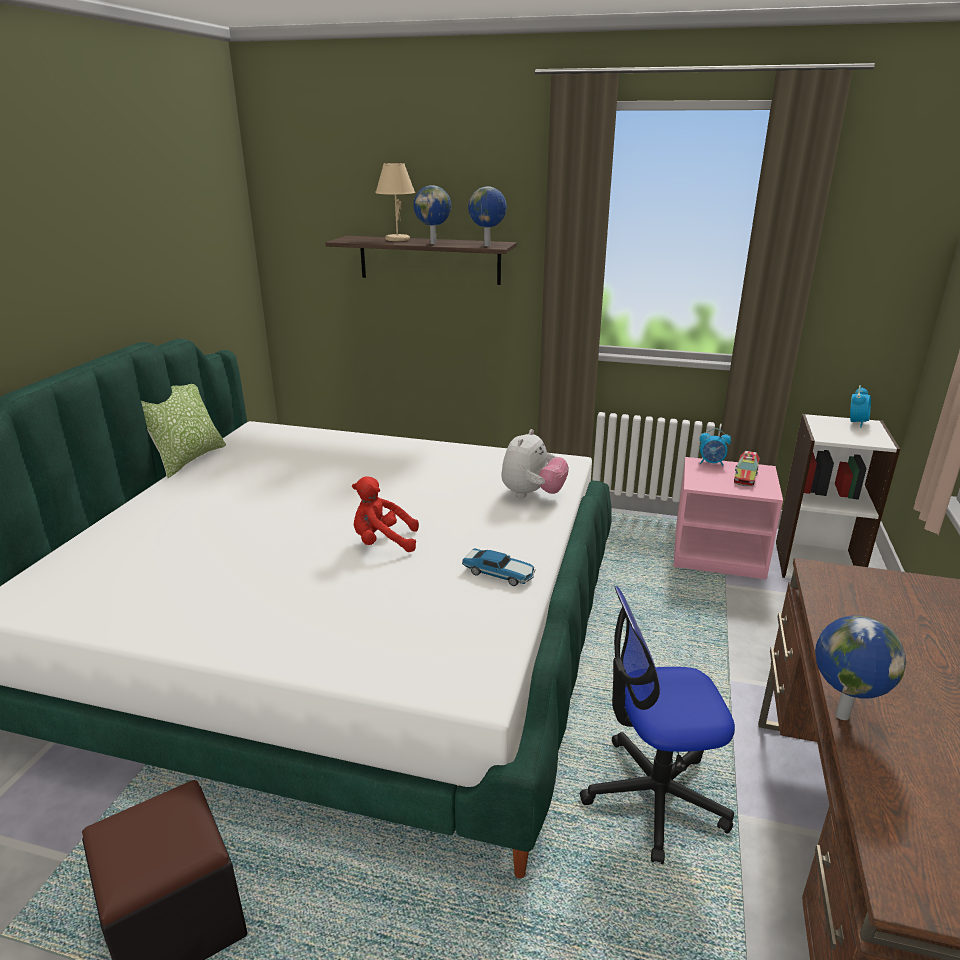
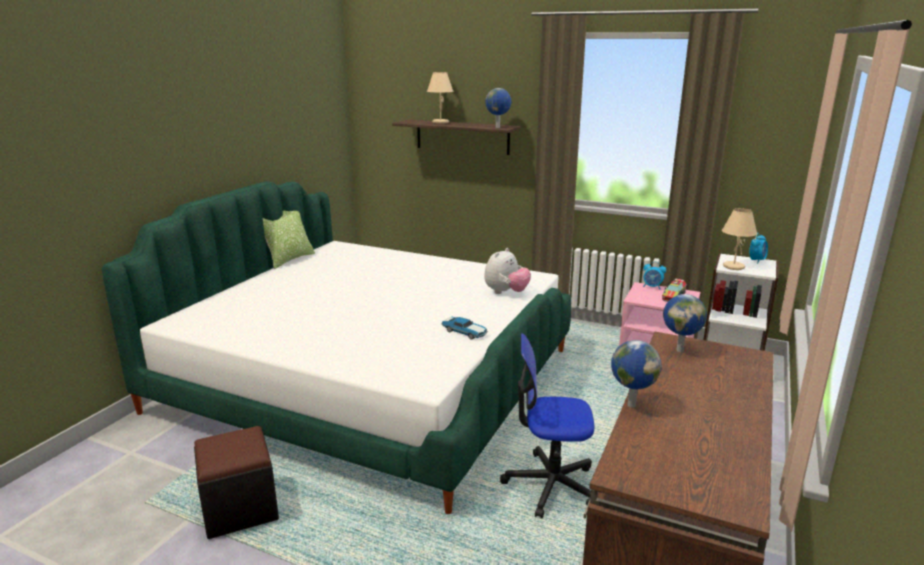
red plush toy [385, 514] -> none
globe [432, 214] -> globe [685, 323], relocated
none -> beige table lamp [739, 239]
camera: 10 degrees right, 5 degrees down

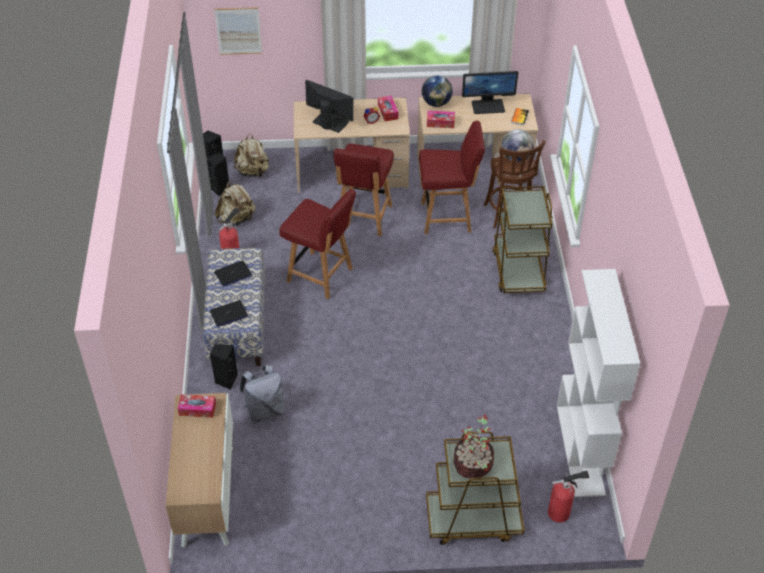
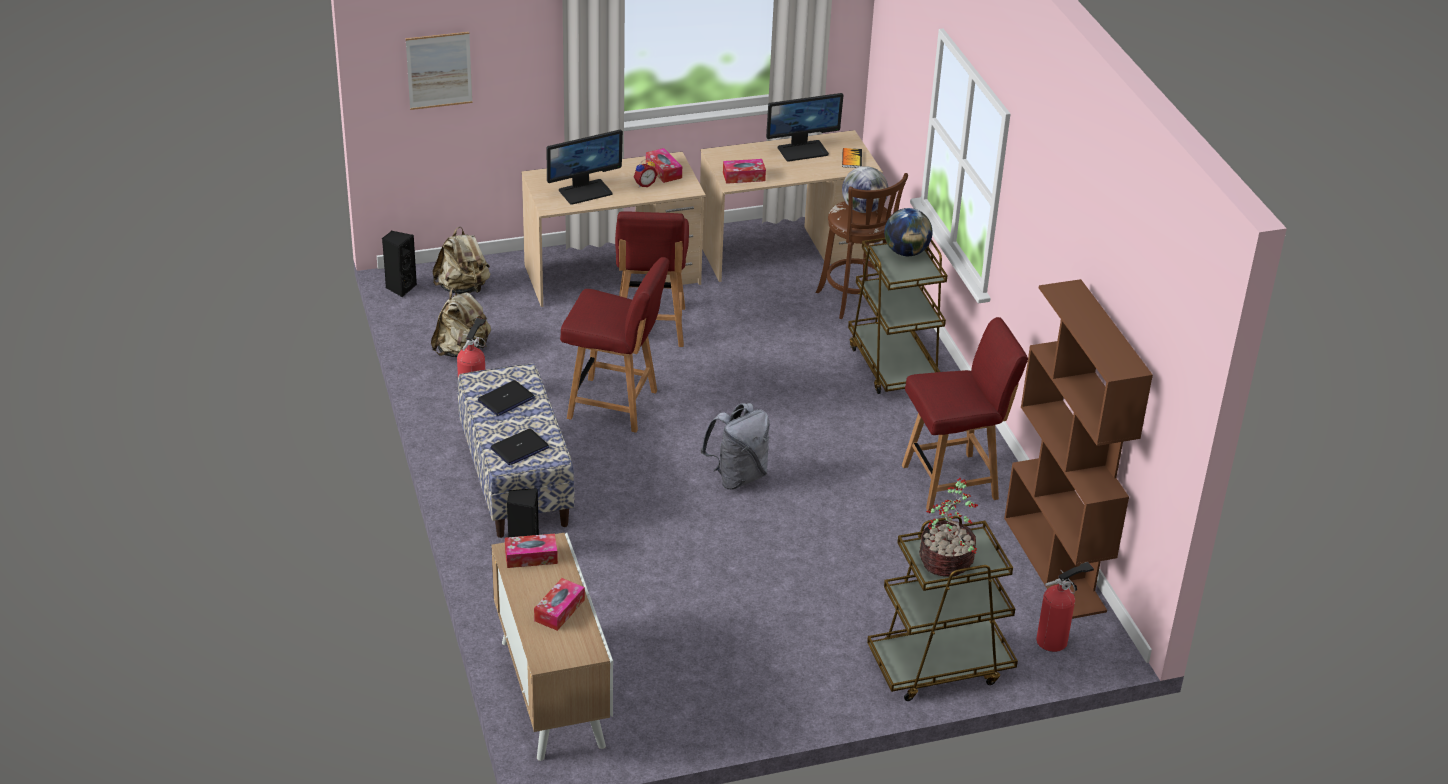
black speaker [218, 174] -> none
grey backpack [261, 394] -> grey backpack [734, 446], relocated
monitor [329, 106] -> monitor [585, 167], 135 degrees clockwise
red chair [452, 177] -> red chair [965, 414], relocated
globe [437, 91] -> globe [908, 232], relocated
white bookcase [598, 383] -> brown bookcase [1078, 449]
none -> tissue box [559, 604]
camera: 15 degrees left, 10 degrees down

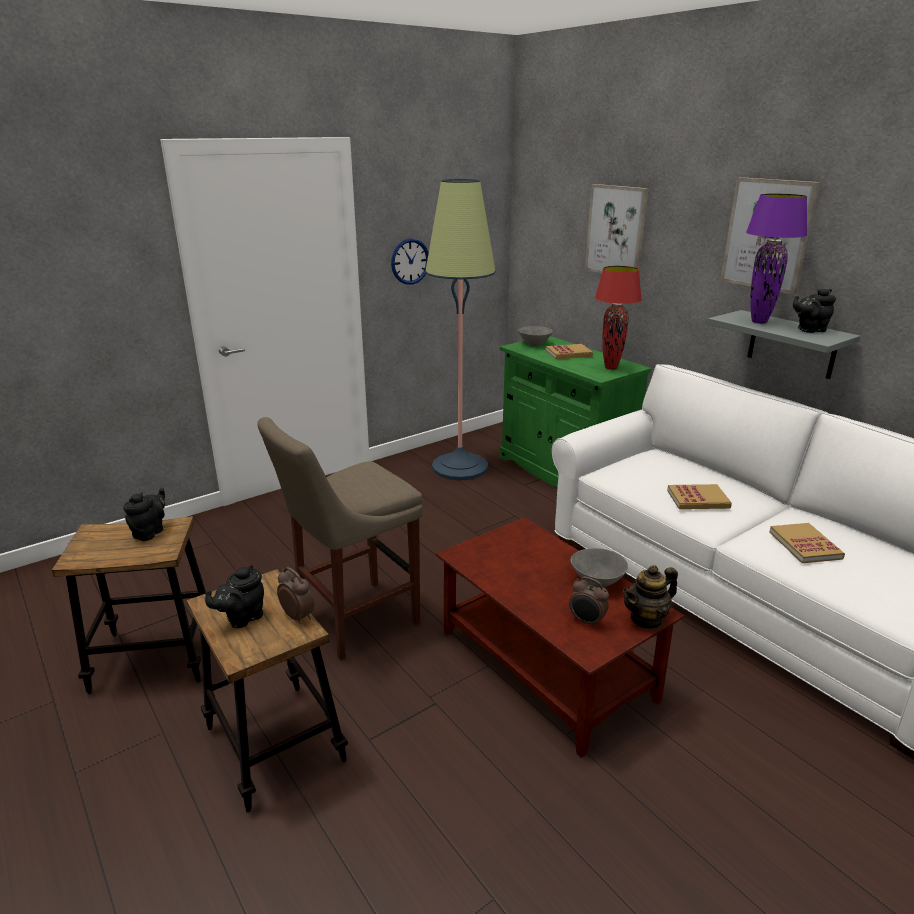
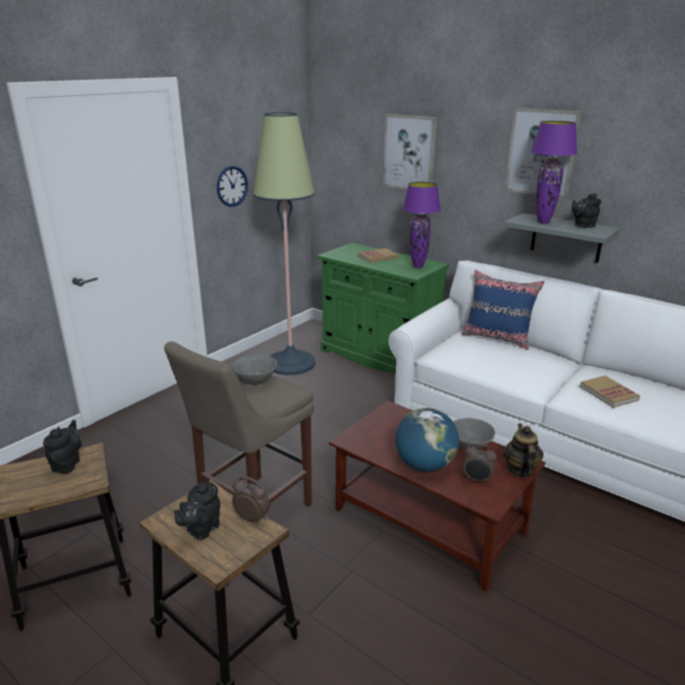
grey bowl [535, 336] -> grey bowl [254, 369], relocated
red table lamp [618, 318] -> purple table lamp [421, 225]
teapot [650, 597] -> teapot [523, 451], 135 degrees clockwise
book [699, 496] -> none
none -> globe [427, 440]
none -> blue pillow [503, 310]
camera: 15 degrees left, 0 degrees up

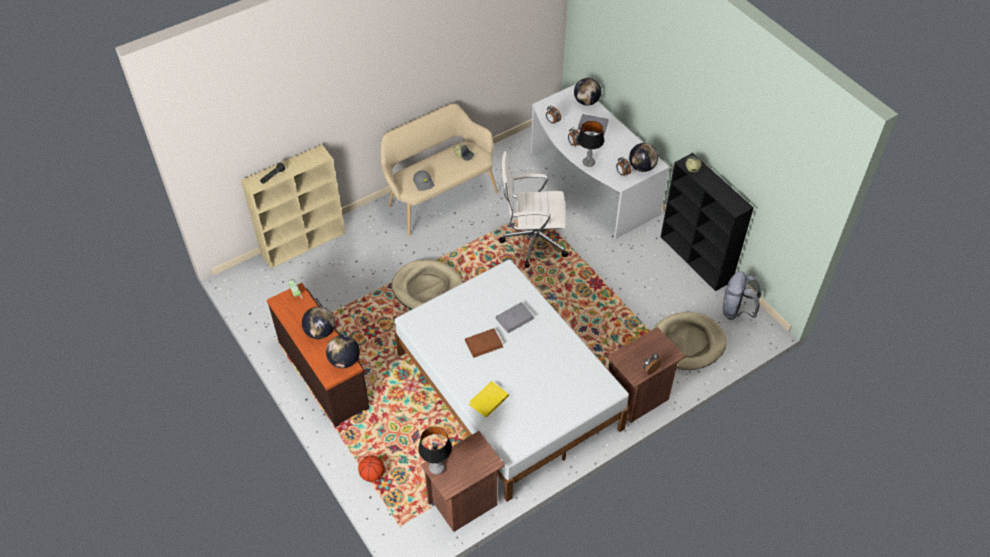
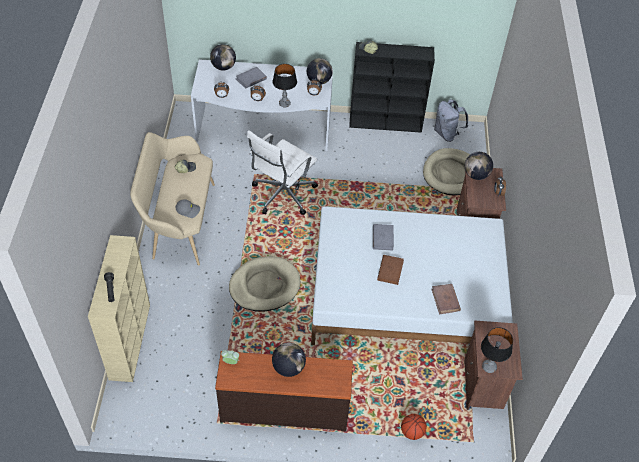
globe [343, 351] -> globe [479, 166], relocated
yellow book [489, 399] -> brown book [446, 299]
camera: 55 degrees left, 0 degrees up

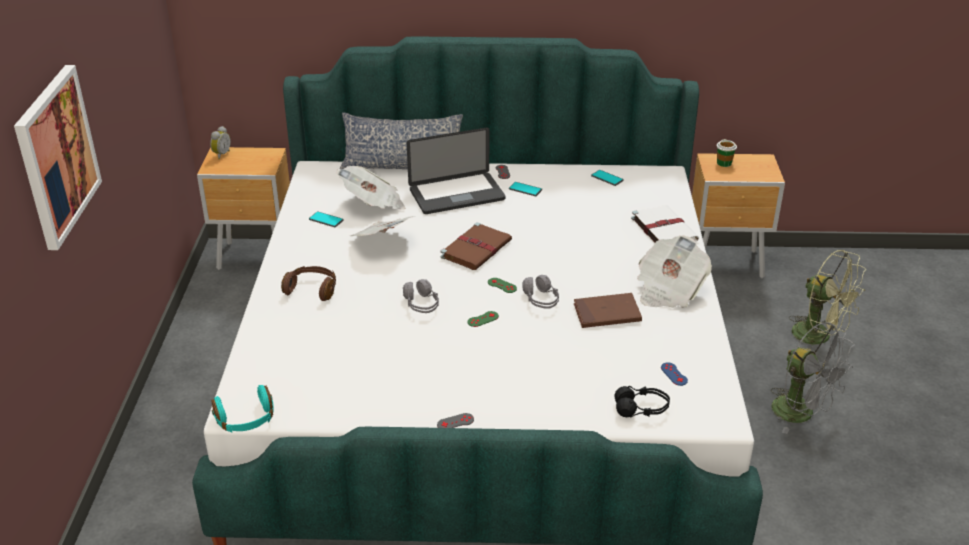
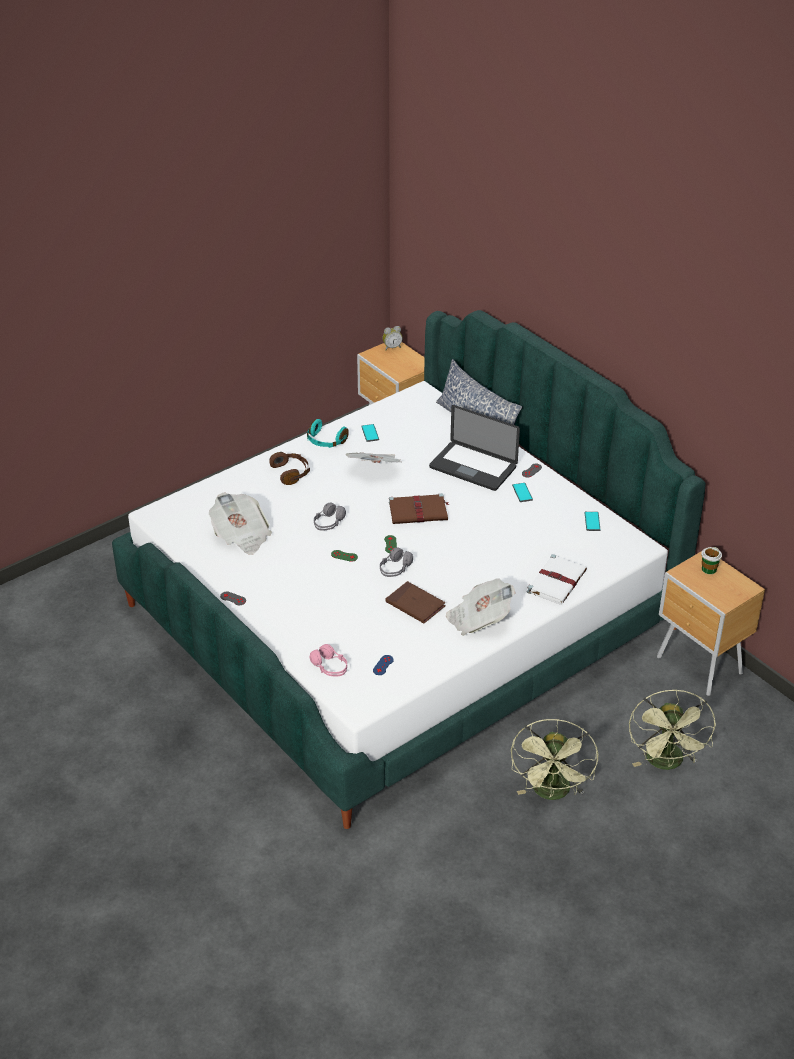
picture [58, 157] -> none
turquoise headphones [242, 408] -> turquoise headphones [328, 433], relocated
newspaper [371, 188] -> newspaper [240, 523], relocated
black headphones [642, 402] -> pink headphones [328, 660]
grey fan [813, 378] -> green fan [554, 759]
camera: 50 degrees right, 5 degrees up

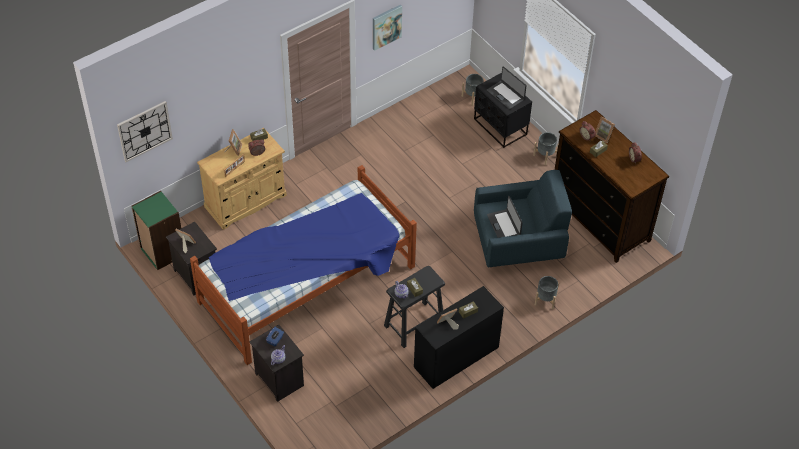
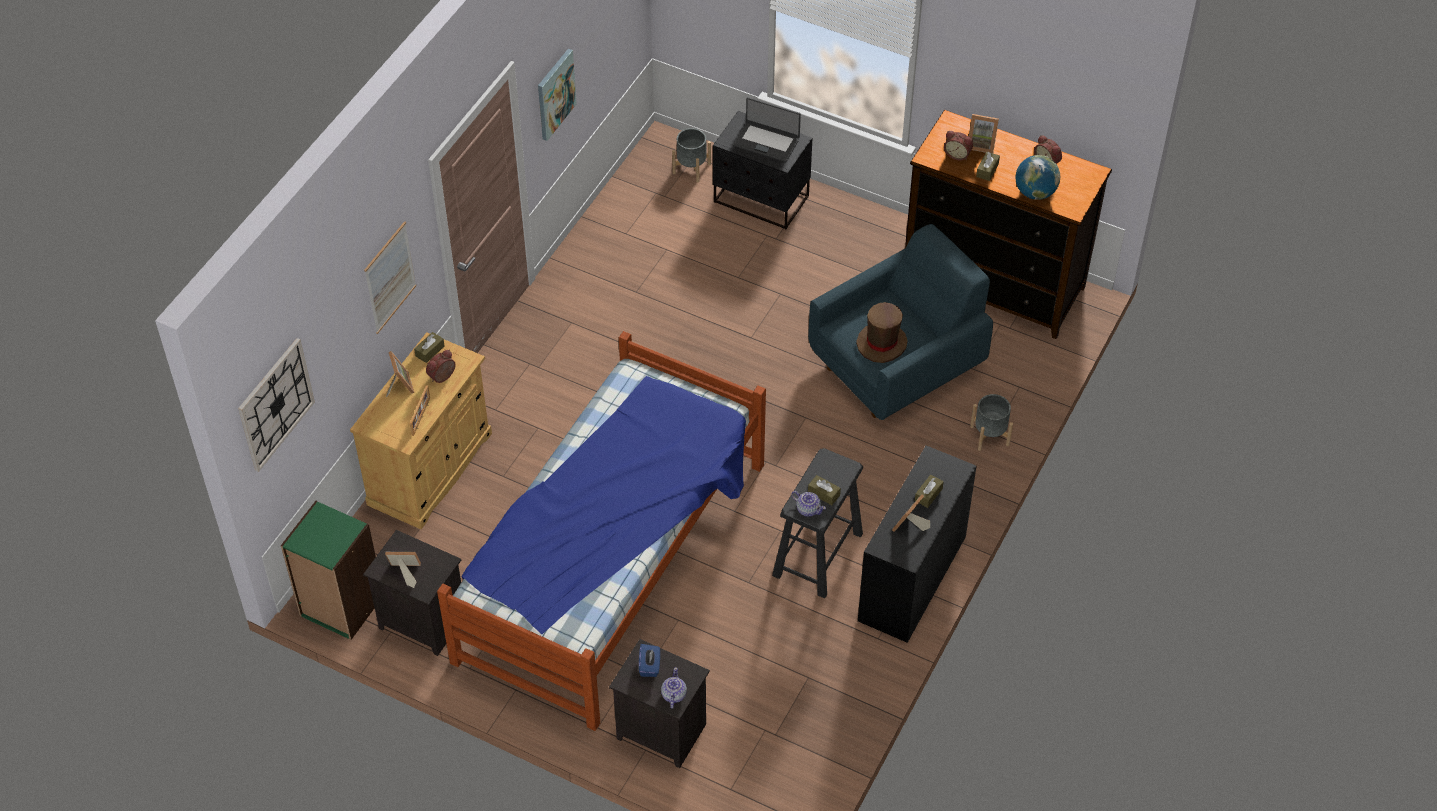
laptop [505, 217] -> brown hat [882, 332]
grey planter [545, 148] -> none
none -> picture [390, 277]
none -> globe [1038, 177]
camera: 25 degrees left, 0 degrees up

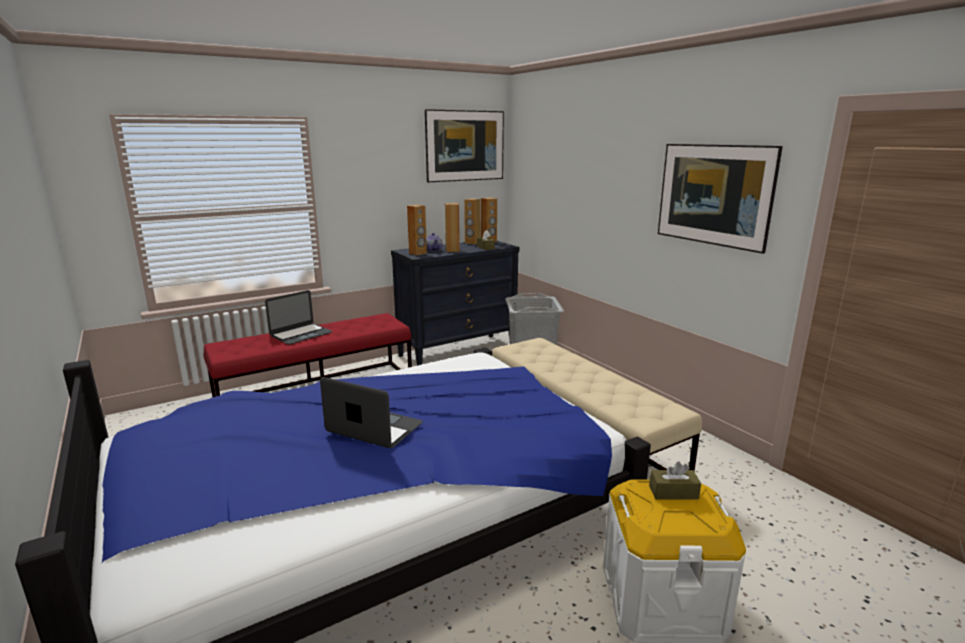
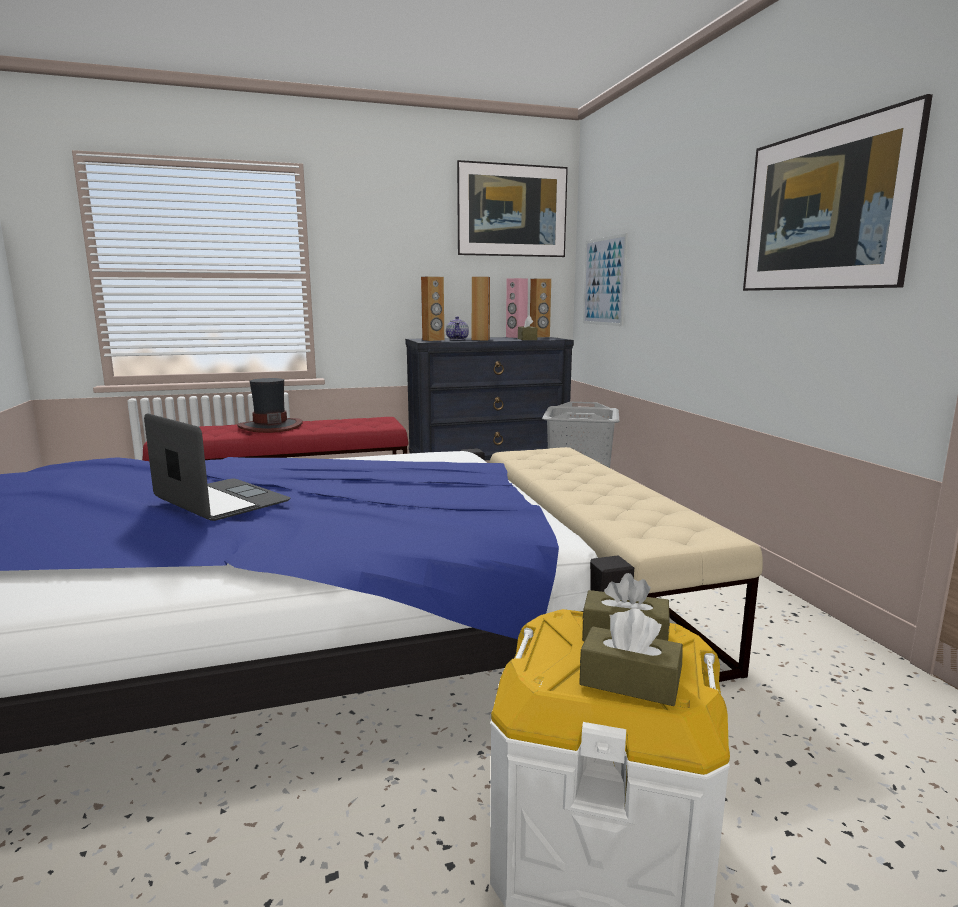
laptop [298, 317] -> hat [269, 405]
brown speaker [472, 221] -> pink speaker [517, 308]
none -> brown tissue box [631, 657]
none -> picture [605, 279]
camera: 15 degrees right, 5 degrees down

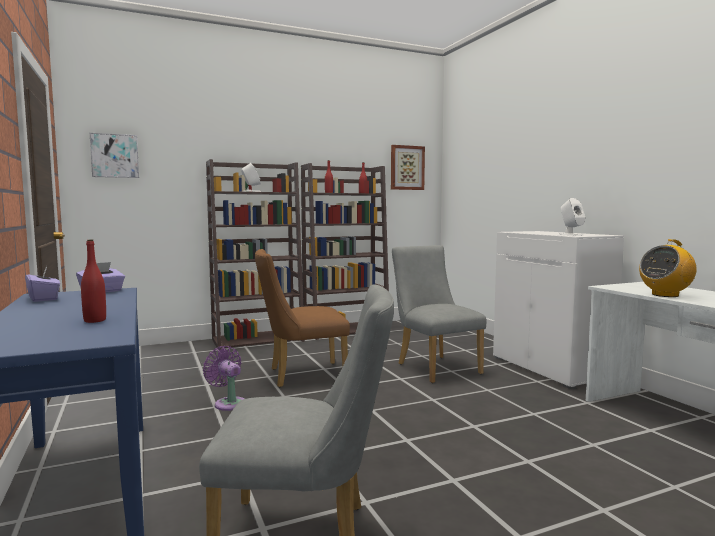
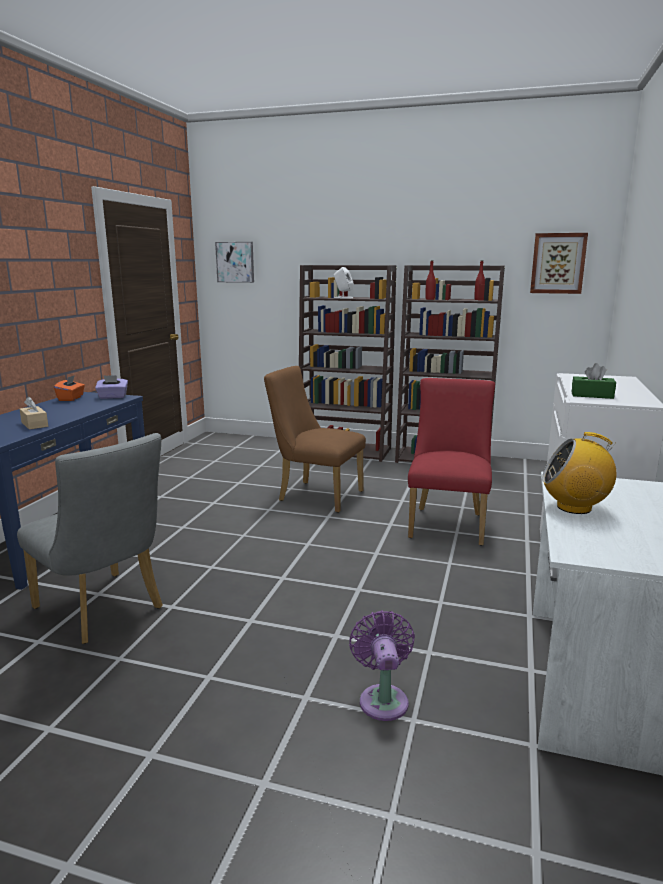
purple tissue box [42, 284] -> orange tissue box [69, 388]
red bottle [93, 281] -> beige tissue box [34, 413]
purple fan [223, 378] -> purple fan [382, 665], relocated
grey chair [439, 314] -> red chair [451, 462]
white speaker [572, 217] -> green tissue box [594, 381]
camera: 40 degrees right, 10 degrees up

